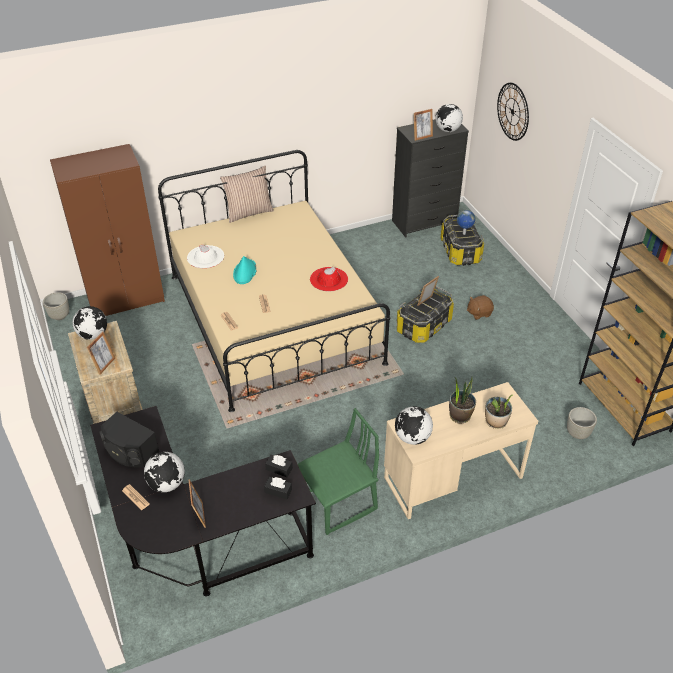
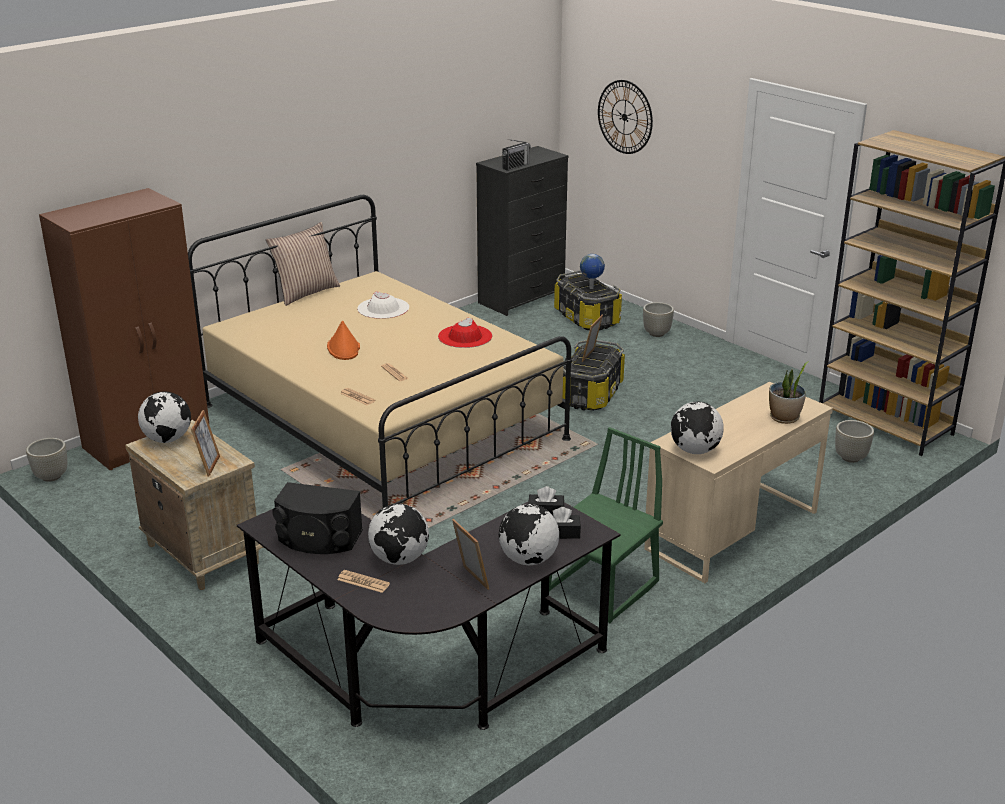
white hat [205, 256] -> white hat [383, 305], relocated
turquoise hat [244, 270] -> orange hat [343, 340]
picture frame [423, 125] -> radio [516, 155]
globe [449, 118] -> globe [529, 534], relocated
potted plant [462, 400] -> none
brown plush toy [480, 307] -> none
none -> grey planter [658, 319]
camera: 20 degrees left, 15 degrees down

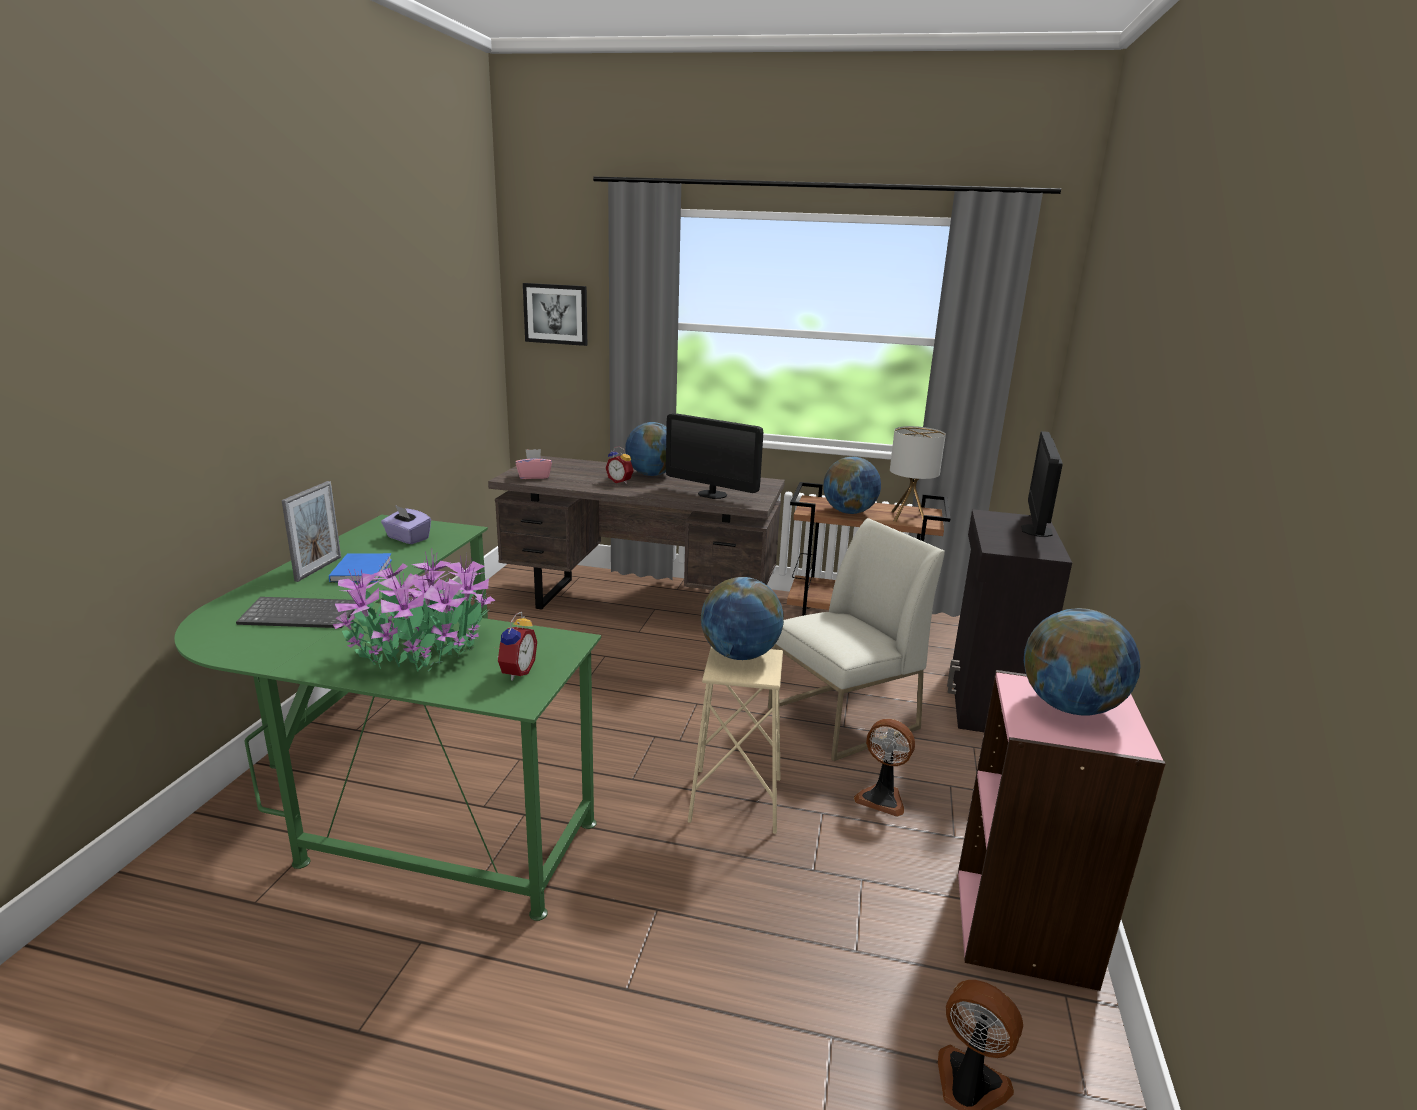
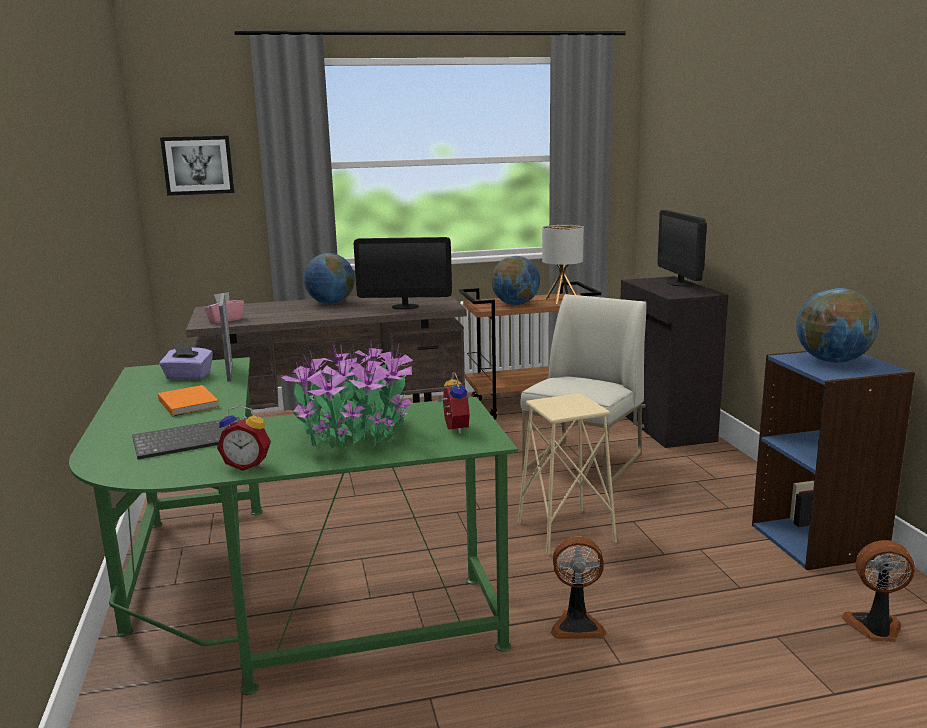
picture frame [311, 531] -> picture frame [226, 337], relocated
blue book [360, 568] -> orange book [188, 401]
alarm clock [620, 465] -> alarm clock [244, 438], relocated
globe [742, 618] -> none
fan [884, 768] -> fan [578, 587], relocated
pink bookcase [1062, 830] -> blue bookcase [833, 460]
camera: 25 degrees left, 5 degrees down

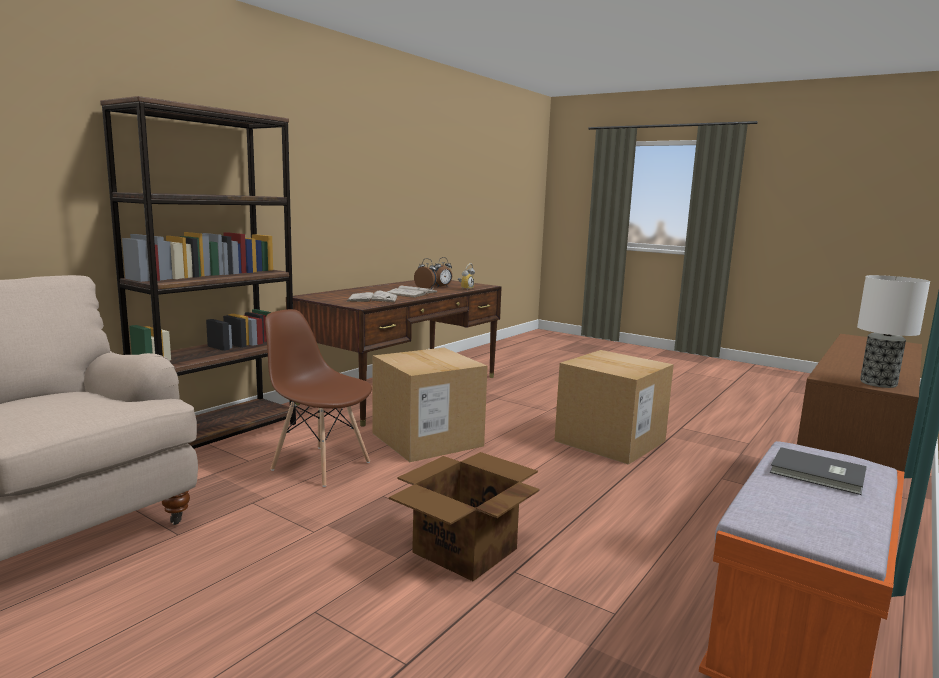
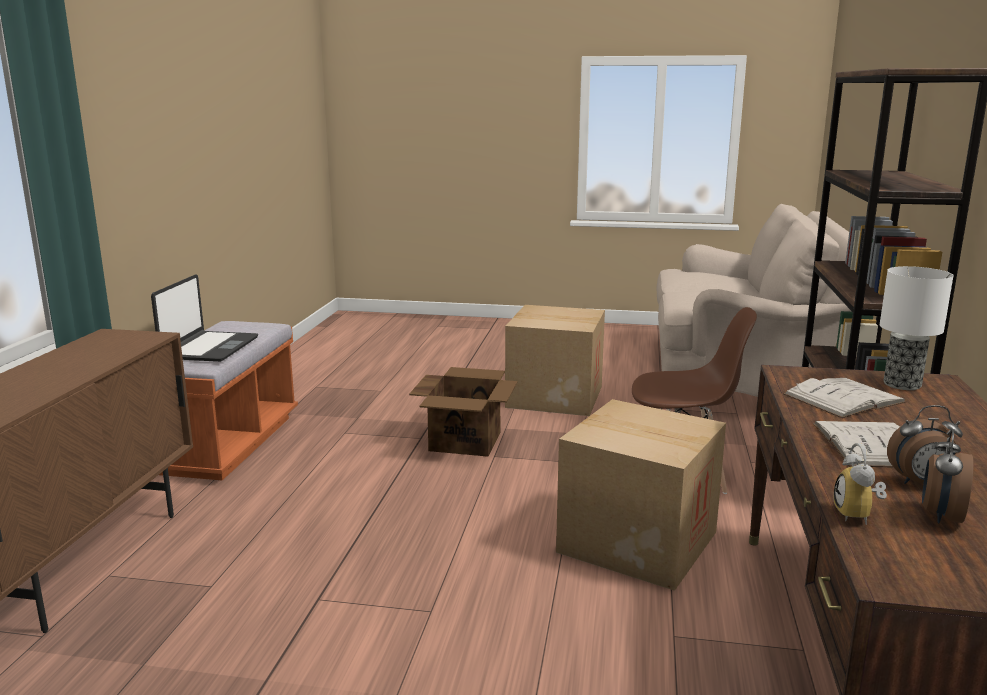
cardboard box [614, 407] -> cardboard box [555, 360], relocated
grey book [818, 471] -> laptop [204, 318]
table lamp [893, 331] -> table lamp [917, 328], relocated
camera: 155 degrees right, 5 degrees up

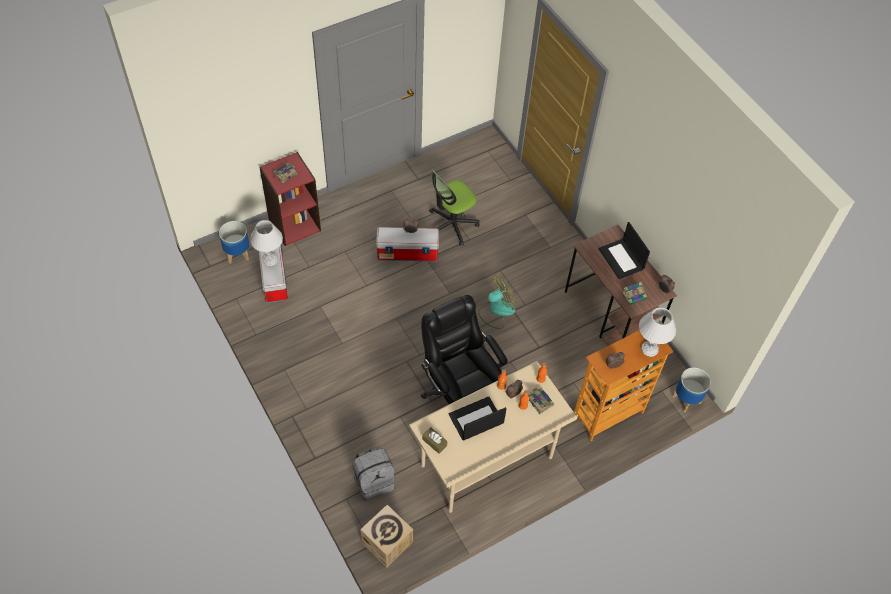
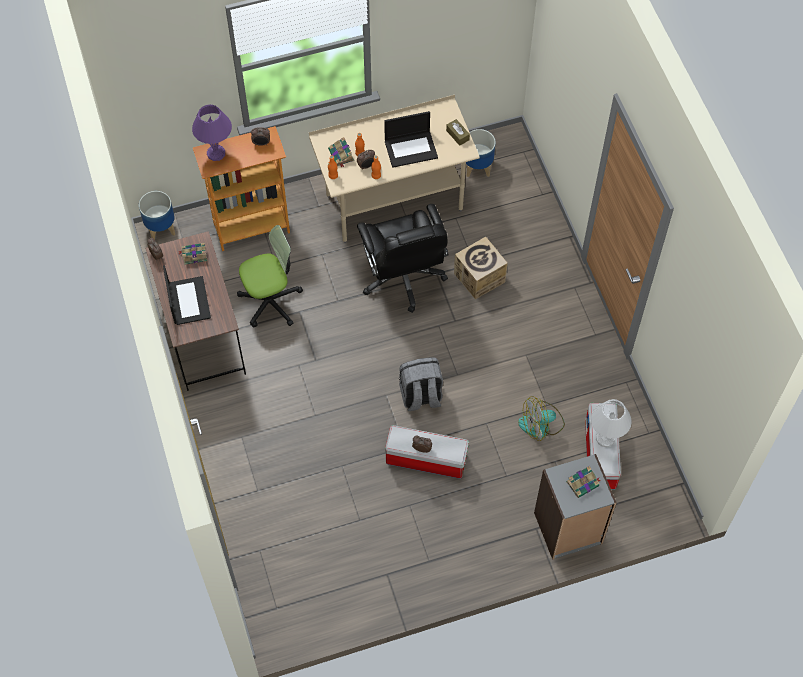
planter [234, 242] -> planter [481, 153], relocated
red bookcase [290, 199] -> grey bookcase [575, 507]
grey backpack [374, 474] -> grey backpack [421, 384], relocated
cardboard box [386, 536] -> cardboard box [481, 268], relocated
office chair [454, 208] -> office chair [270, 276], relocated
fan [497, 302] -> fan [541, 418], relocated
white table lamp [657, 332] -> purple table lamp [212, 133]
camera: 165 degrees left, 5 degrees up

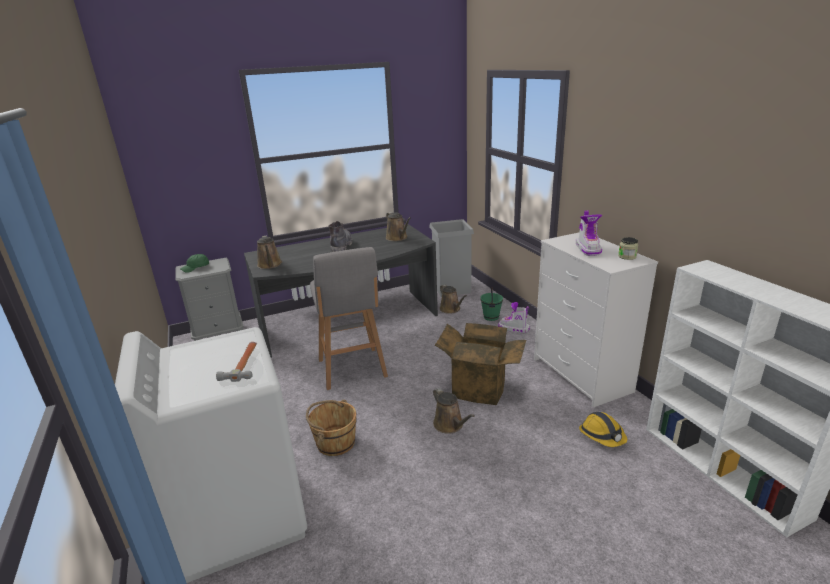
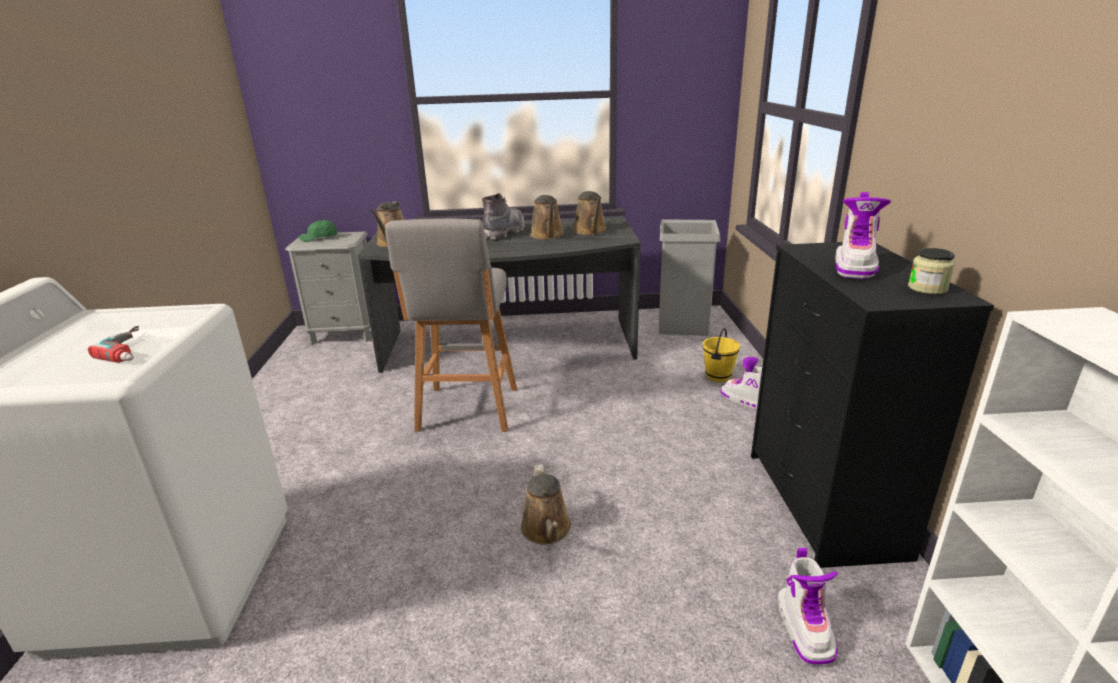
hammer [236, 362] -> power drill [113, 344]
brown bucket [331, 428] -> none
cardboard box [480, 364] -> none
brown watering can [453, 299] -> brown watering can [547, 217], relocated
green bucket [492, 304] -> yellow bucket [721, 355]
white dresser [596, 320] -> black dresser [872, 405]
hard hat [603, 429] -> boot [808, 606]
camera: 20 degrees right, 0 degrees up

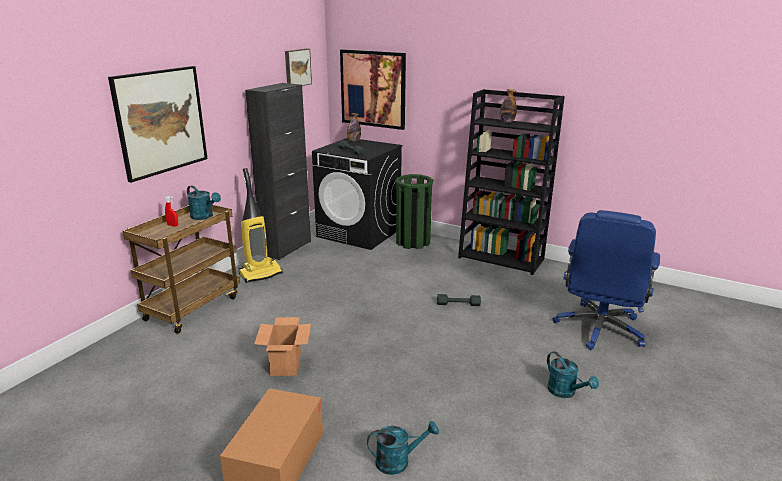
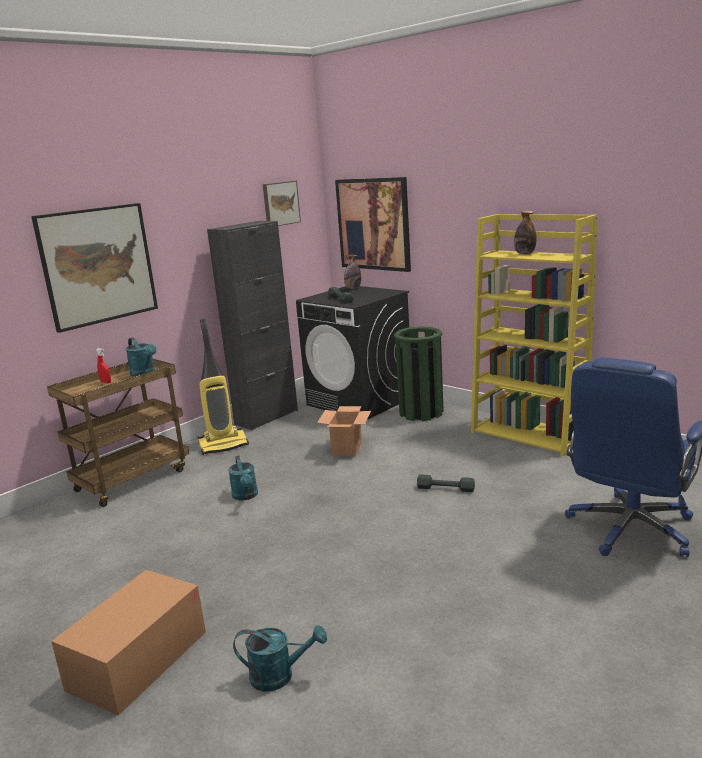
cardboard box [282, 346] -> cardboard box [344, 431], relocated
black bookcase [511, 182] -> yellow bookcase [534, 335]
turquoise watering can [573, 374] -> turquoise watering can [243, 478], relocated
camera: 15 degrees right, 5 degrees down

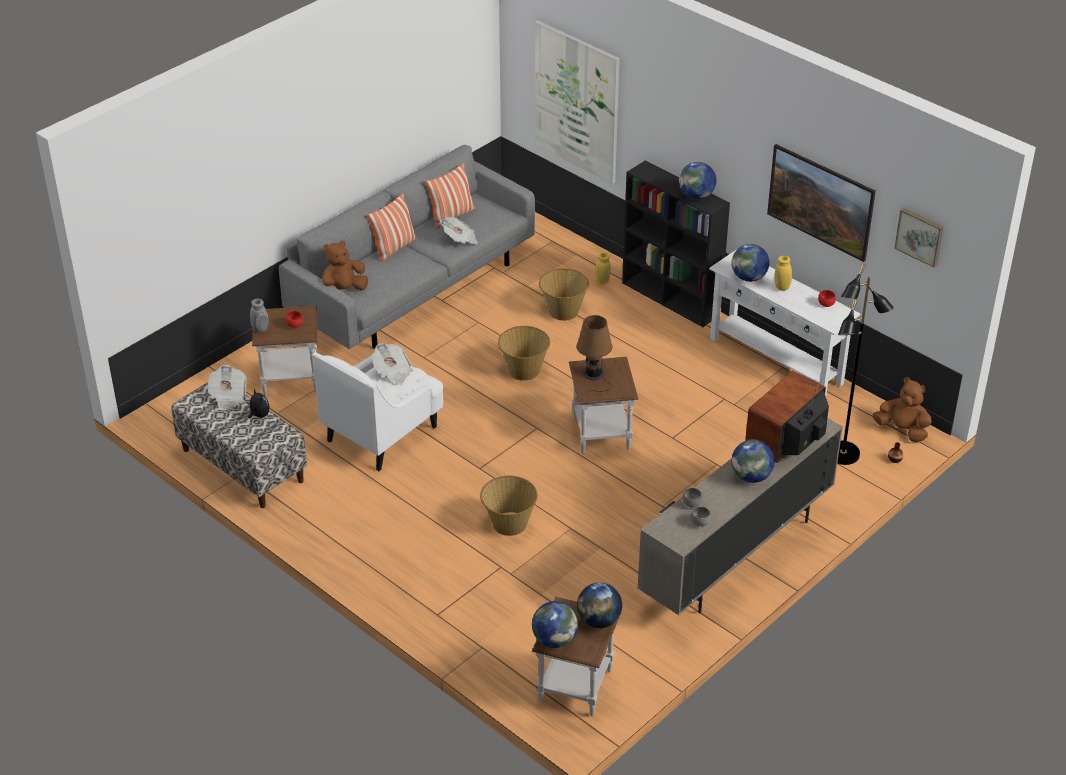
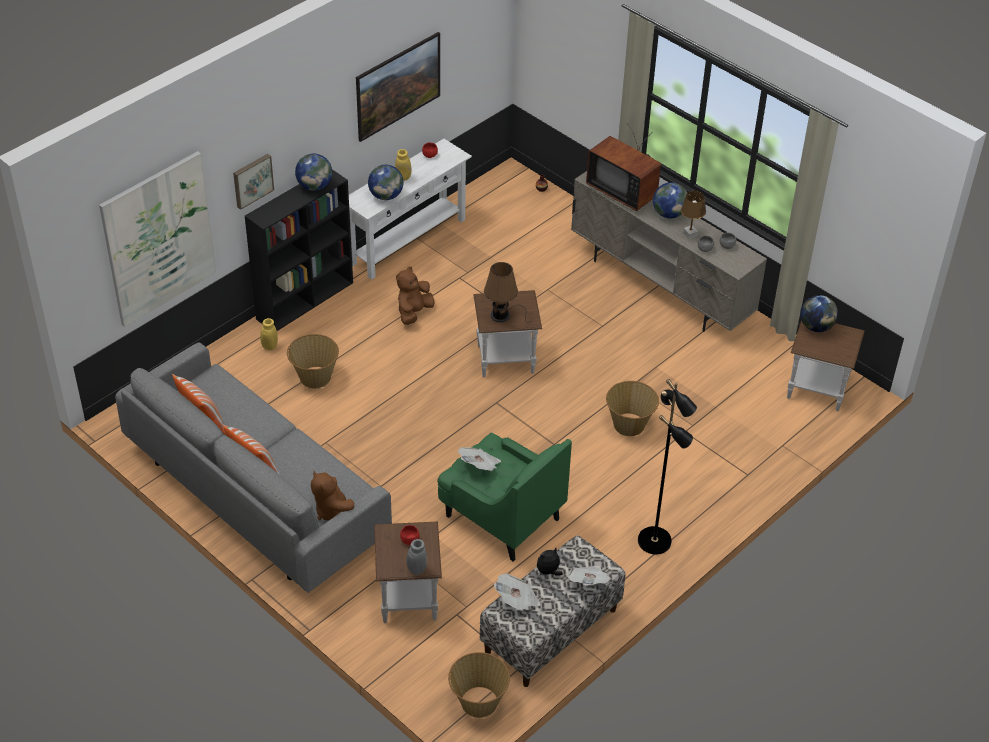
white armchair [378, 411] -> green armchair [504, 497]
newspaper [459, 230] -> newspaper [589, 575], relocated
basket [524, 353] -> basket [479, 685], relocated
globe [555, 624] -> none
black floor lamp [865, 364] -> black floor lamp [667, 466], relocated
brown plush toy [902, 409] -> brown plush toy [415, 295], relocated
picture [919, 238] -> picture [253, 182], relocated
none -> brown table lamp [693, 215]
camera: 90 degrees left, 5 degrees up

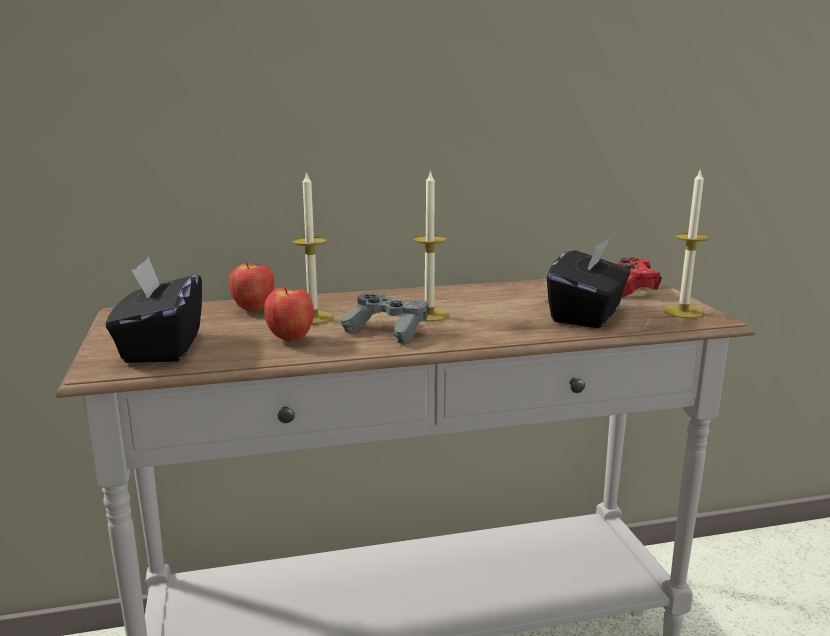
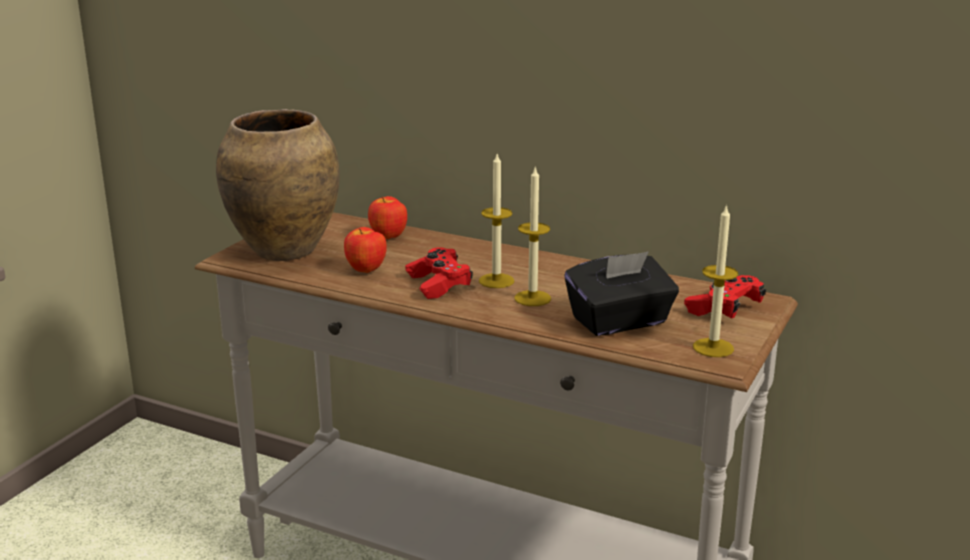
black tissue box [154, 310] -> brown vase [278, 185]
candle [312, 247] -> candle [533, 237], relocated
grey game controller [384, 318] -> red game controller [439, 273]
camera: 40 degrees right, 5 degrees up

